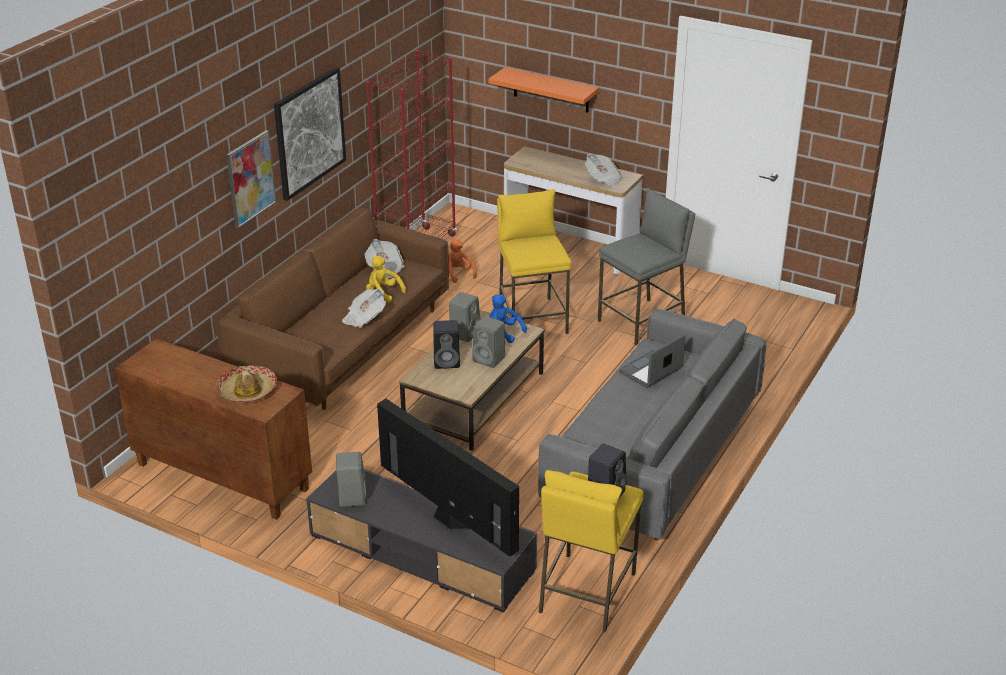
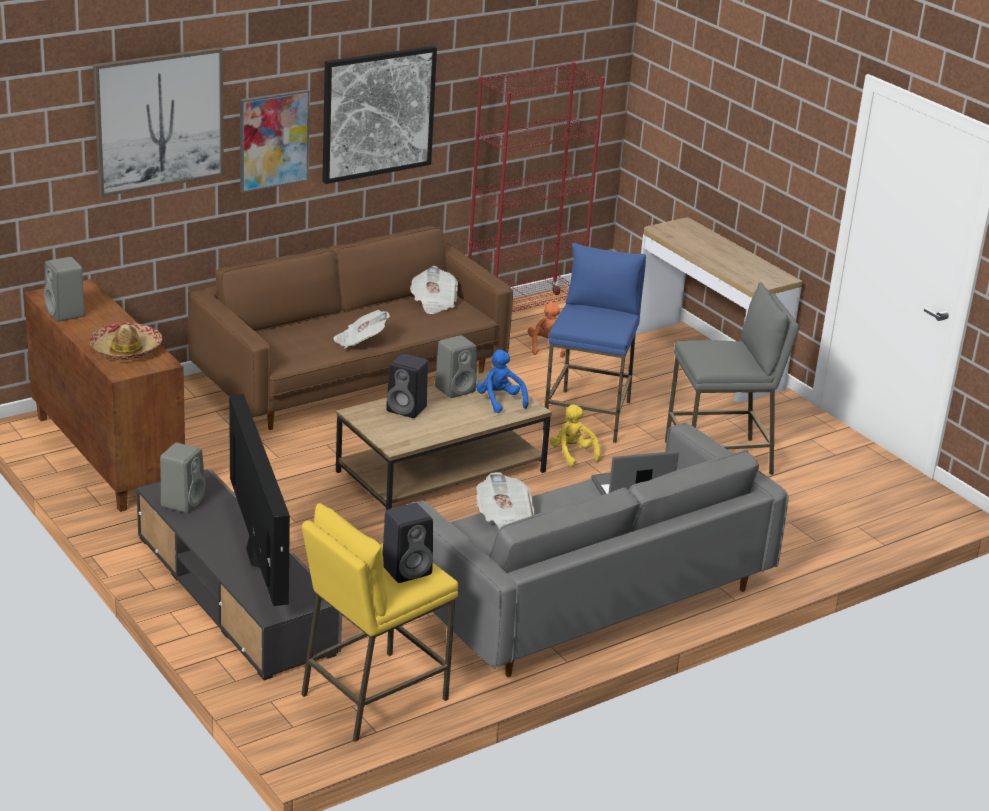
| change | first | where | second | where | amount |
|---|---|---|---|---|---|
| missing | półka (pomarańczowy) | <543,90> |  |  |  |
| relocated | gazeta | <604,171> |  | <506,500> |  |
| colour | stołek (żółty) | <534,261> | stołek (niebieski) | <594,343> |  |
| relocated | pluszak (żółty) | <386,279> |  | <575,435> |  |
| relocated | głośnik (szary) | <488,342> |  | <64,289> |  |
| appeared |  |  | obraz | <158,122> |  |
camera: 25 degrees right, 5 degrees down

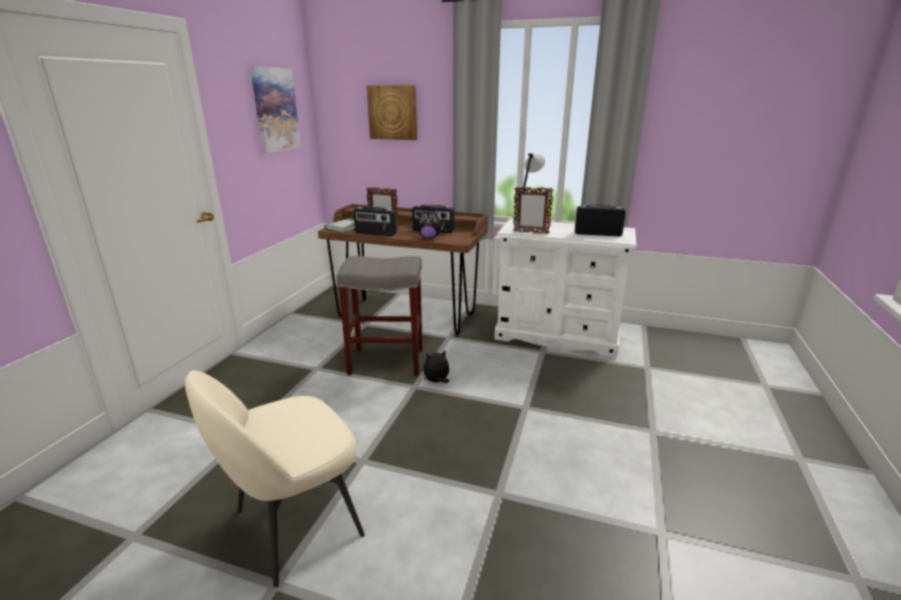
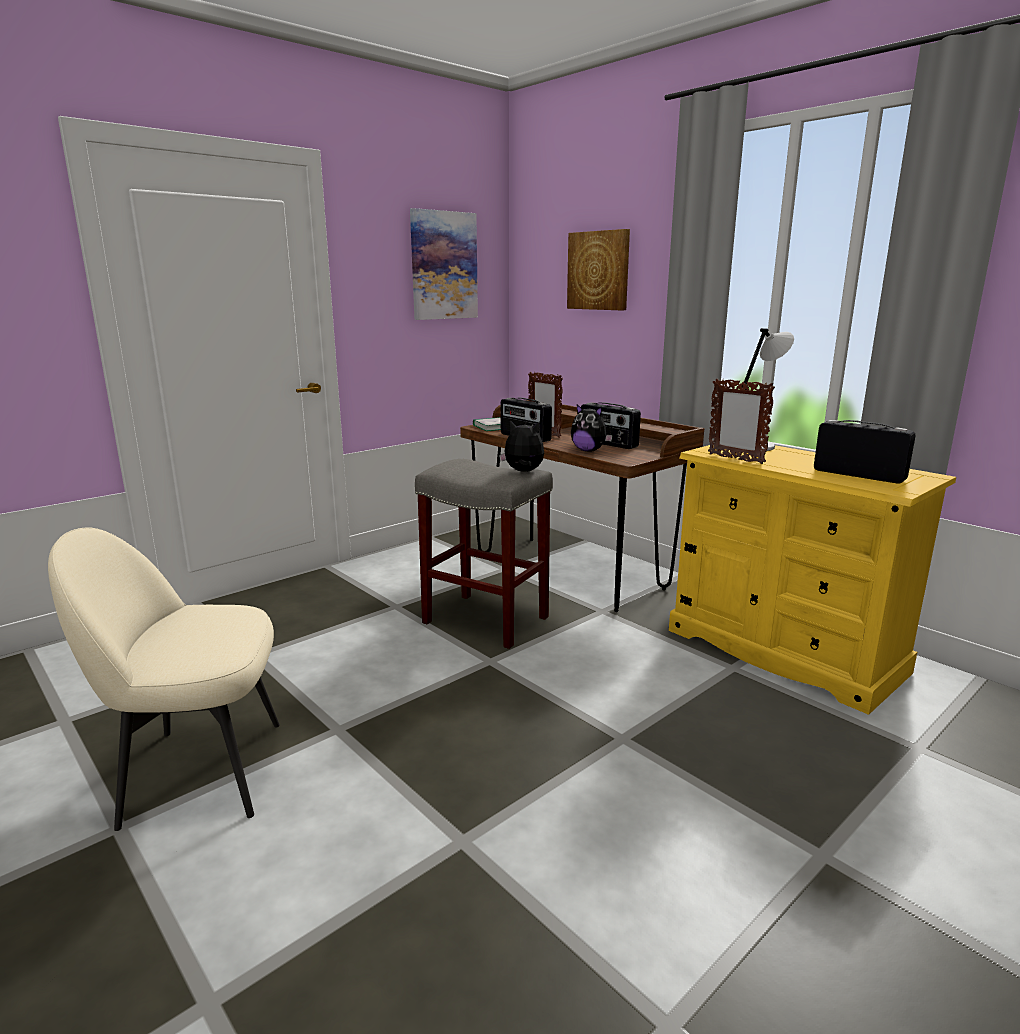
| change | first | where | second | where | amount |
|---|---|---|---|---|---|
| colour | komoda (biały) | <565,288> | komoda (żółty) | <812,580> |  |
| relocated | pluszak | <436,366> |  | <521,446> |  |
camera: 30 degrees right, 5 degrees down

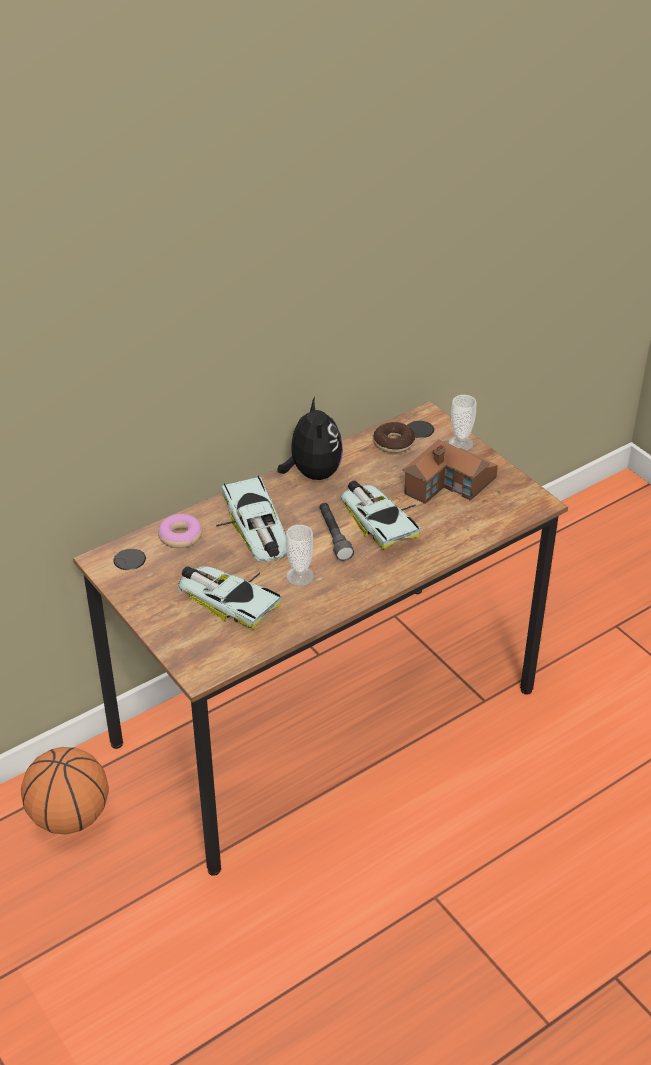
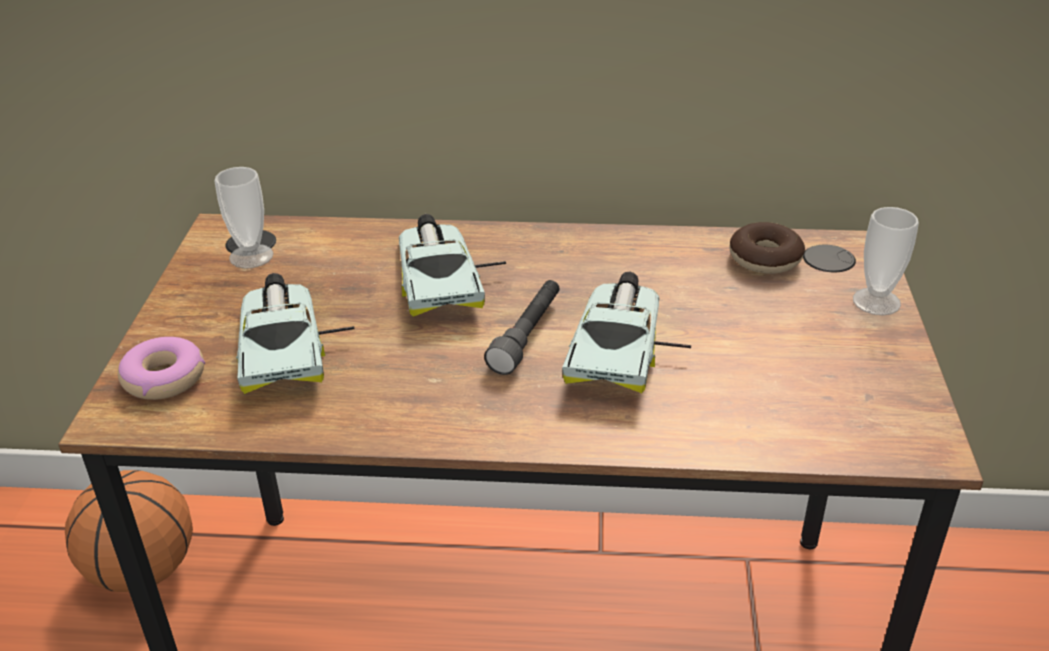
| change | first | where | second | where | amount |
|---|---|---|---|---|---|
| missing | pluszak | <310,438> |  |  |  |
| missing | domek | <450,471> |  |  |  |
| spun | samochodzik | <251,519> |  | <452,265> | 150 degrees clockwise |
| relocated | donut | <180,531> |  | <161,368> |  |
| relocated | filiżanka | <300,555> |  | <244,218> |  |
camera: 40 degrees right, 5 degrees down

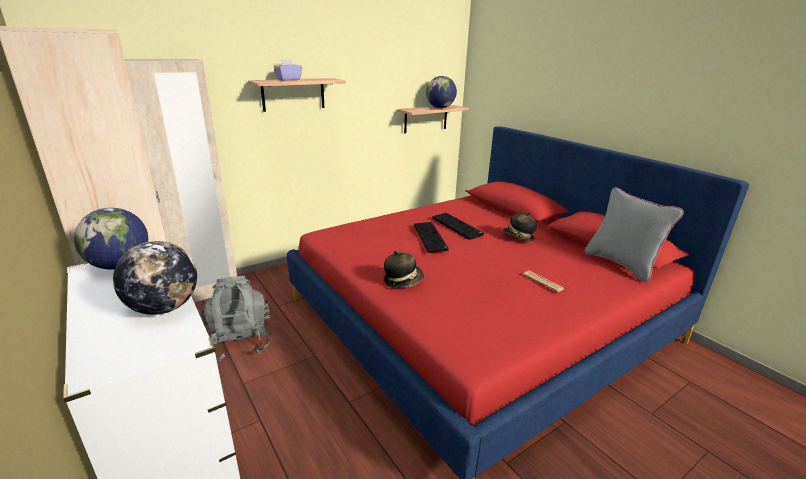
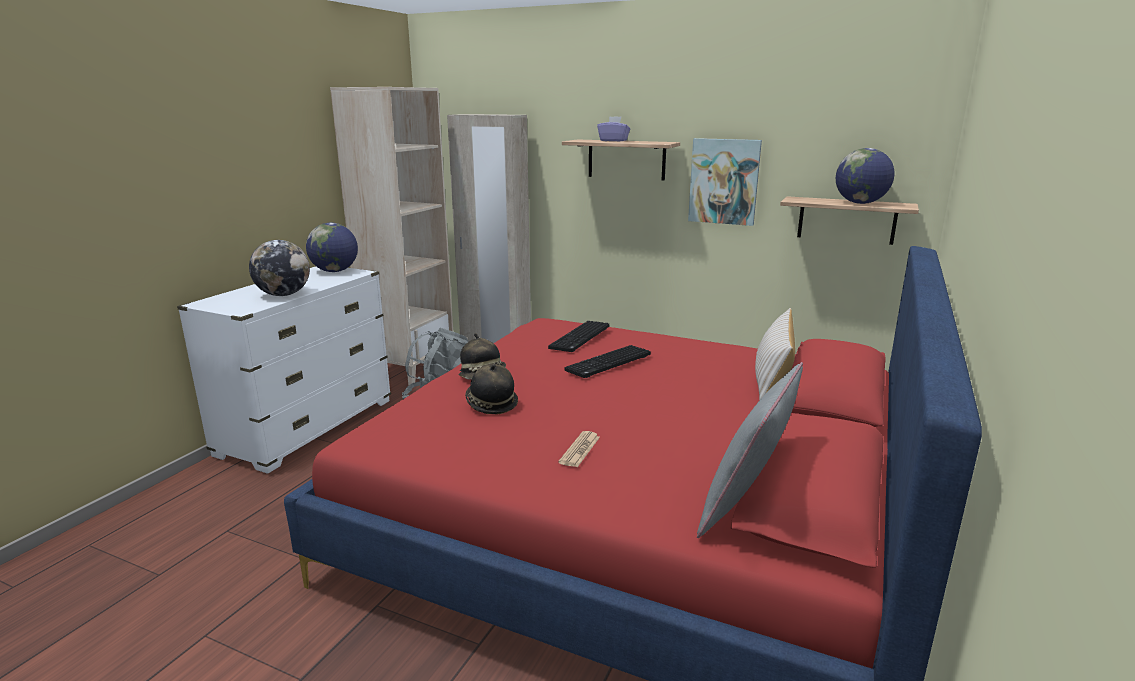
| change | first | where | second | where | amount |
|---|---|---|---|---|---|
| relocated | kapelusz | <519,226> |  | <491,389> |  |
| relocated | klawiatura | <458,226> |  | <578,336> |  |
| appeared |  |  | obraz | <725,182> |  |
| appeared |  |  | poduszka (beżowy) | <775,354> |  |
camera: 60 degrees right, 5 degrees down

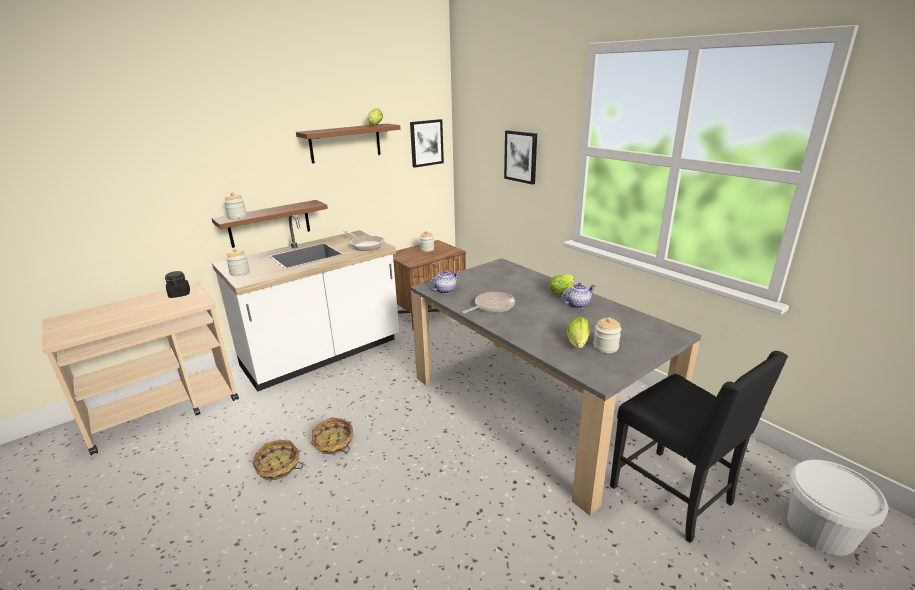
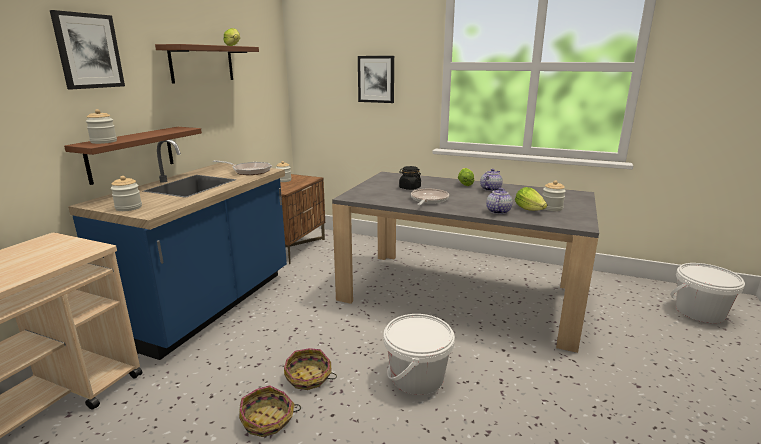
| change | first | where | second | where | amount |
|---|---|---|---|---|---|
| relocated | obraz | <427,143> |  | <87,49> |  |
| colour | zabudowa kuchenna (biały) | <305,303> | zabudowa kuchenna (niebieski) | <177,249> |  |
| relocated | imbryk | <444,282> |  | <499,201> |  |
| relocated | słoik (czarny) | <177,284> |  | <410,178> |  |
| missing | krzesło (czarny) | <699,447> |  |  |  |
| appeared |  |  | wiadro (biały) | <419,354> |  |
camera: 30 degrees left, 5 degrees down

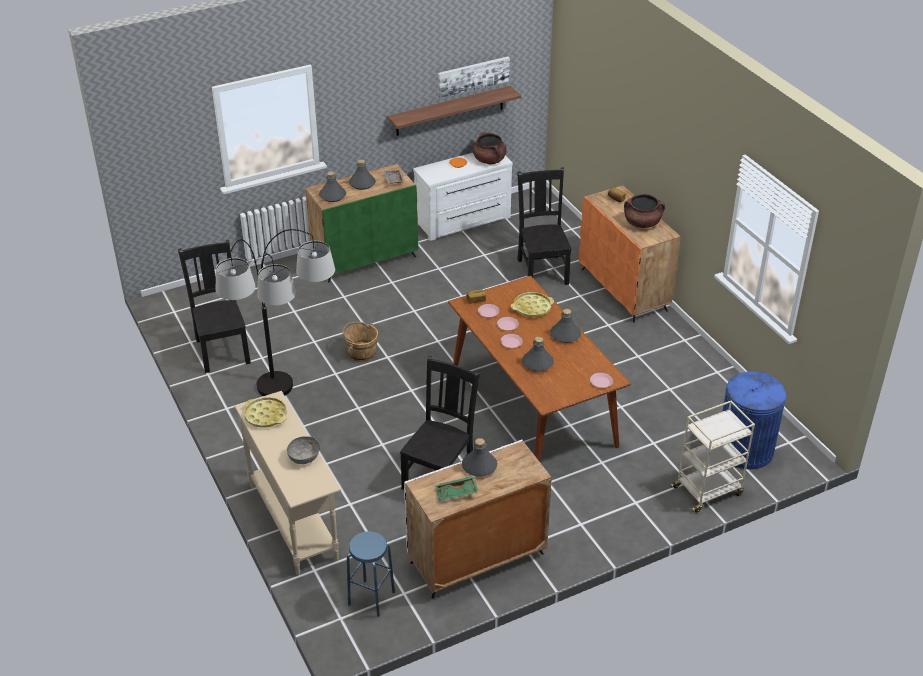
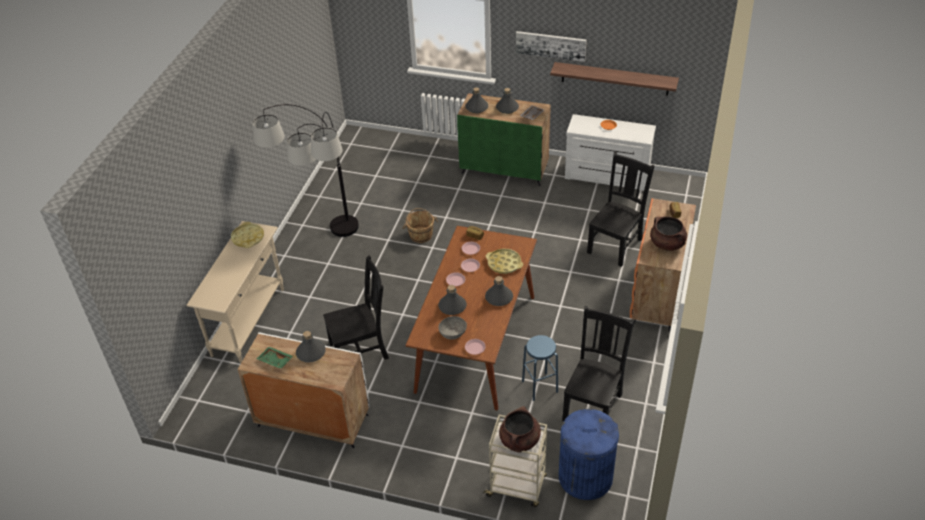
| change | first | where | second | where | amount |
|---|---|---|---|---|---|
| relocated | obraz | <474,77> |  | <551,46> |  |
| relocated | garnek (brązowy) | <489,148> |  | <520,429> |  |
| relocated | krzesło (czarny) | <214,306> |  | <598,363> |  |
| relocated | miska (szary) | <303,450> |  | <453,328> |  |
| relocated | stołek (niebieski) | <371,574> |  | <540,368> |  |
camera: 45 degrees right, 5 degrees up

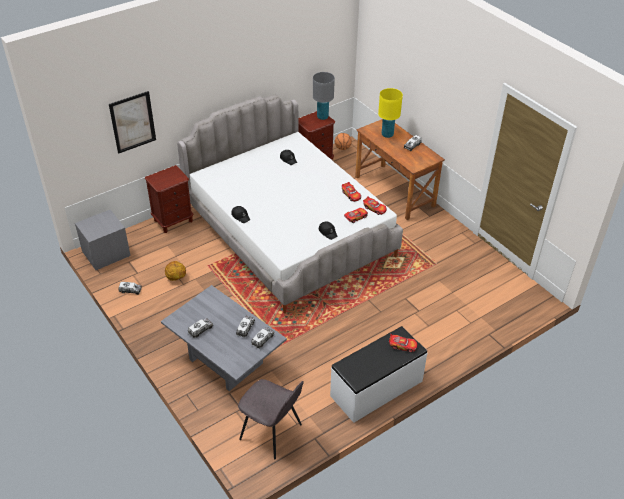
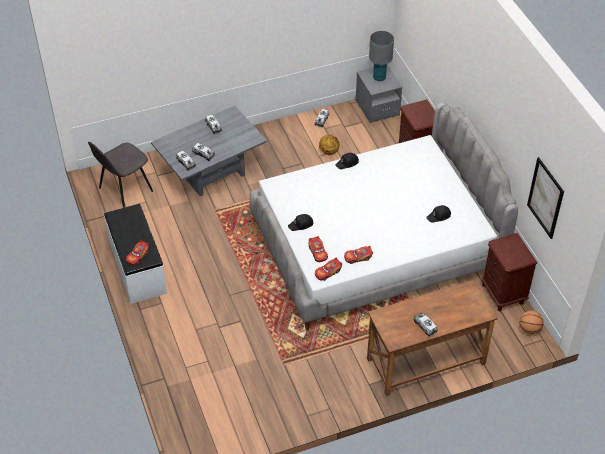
| change | first | where | second | where | amount |
|---|---|---|---|---|---|
| relocated | lampa stołowa (szary) | <324,96> |  | <381,56> |  |
| missing | lampa stołowa (żółty) | <390,113> |  |  |  |
| relocated | obraz | <132,122> |  | <545,198> |  |
camera: 105 degrees right, 5 degrees up

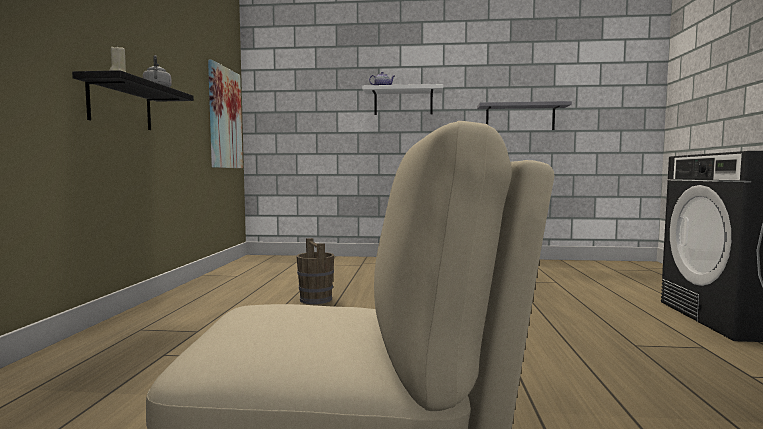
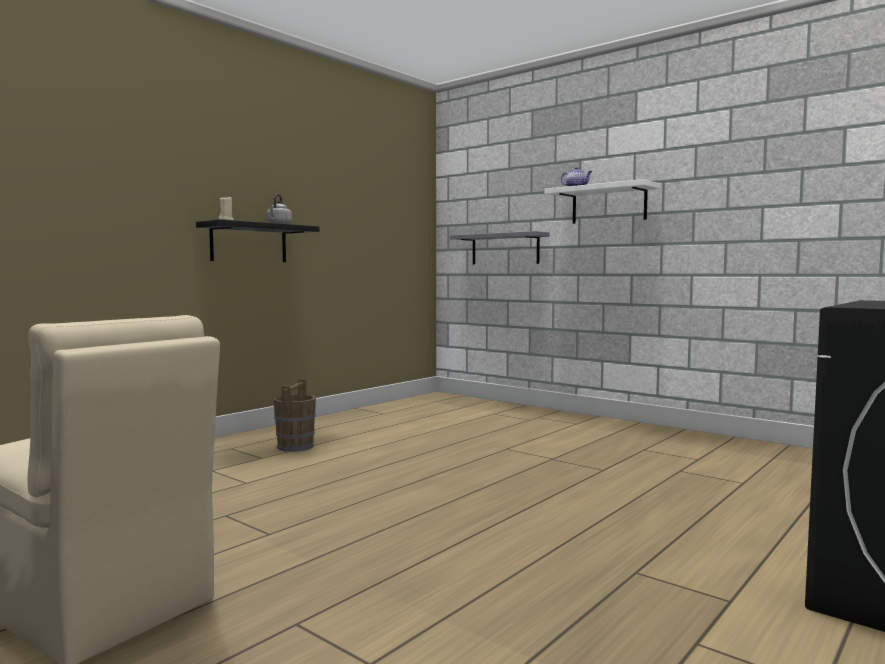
| change | first | where | second | where | amount |
|---|---|---|---|---|---|
| missing | obraz | <225,113> |  |  |  |
| relocated | półka (szary) | <524,115> |  | <500,248> |  |
| relocated | wiadro (brązowy) | <315,271> |  | <294,415> |  |
camera: 35 degrees right, 0 degrees up

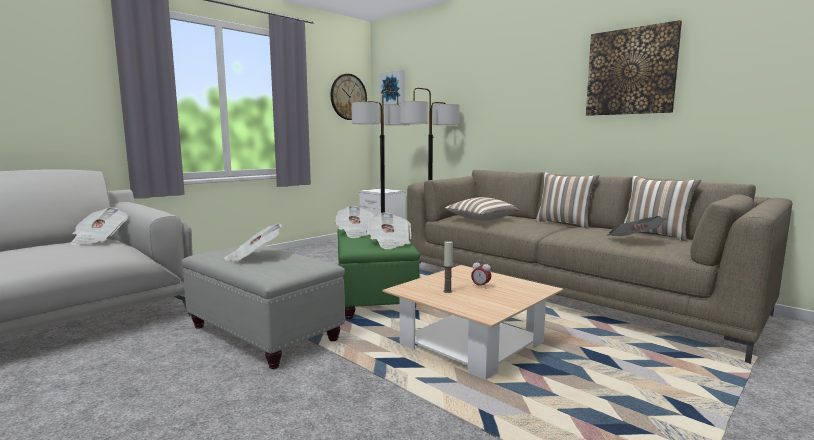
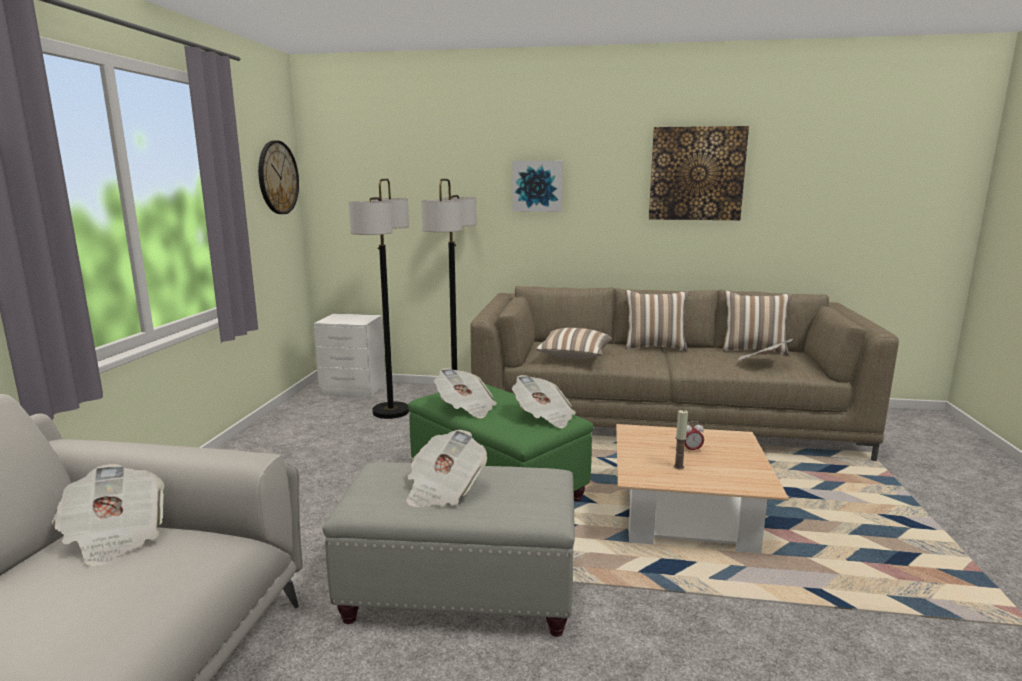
| change | first | where | second | where | amount |
|---|---|---|---|---|---|
| relocated | obraz | <392,87> |  | <538,186> |  |
camera: 35 degrees left, 5 degrees up

